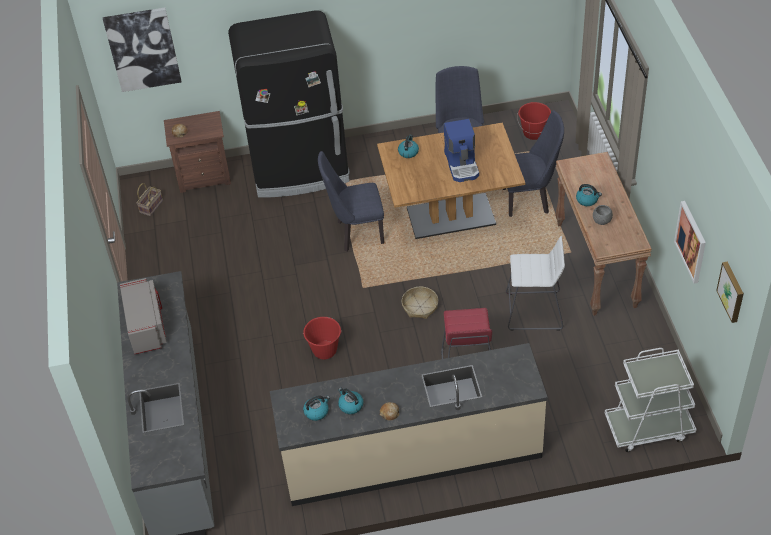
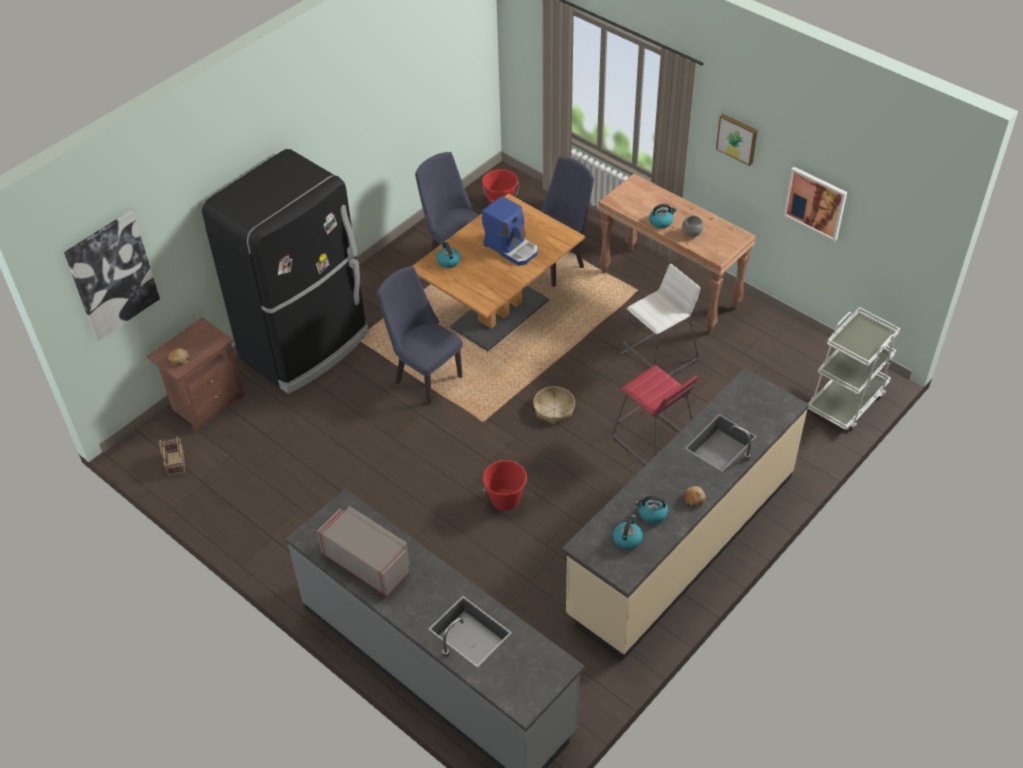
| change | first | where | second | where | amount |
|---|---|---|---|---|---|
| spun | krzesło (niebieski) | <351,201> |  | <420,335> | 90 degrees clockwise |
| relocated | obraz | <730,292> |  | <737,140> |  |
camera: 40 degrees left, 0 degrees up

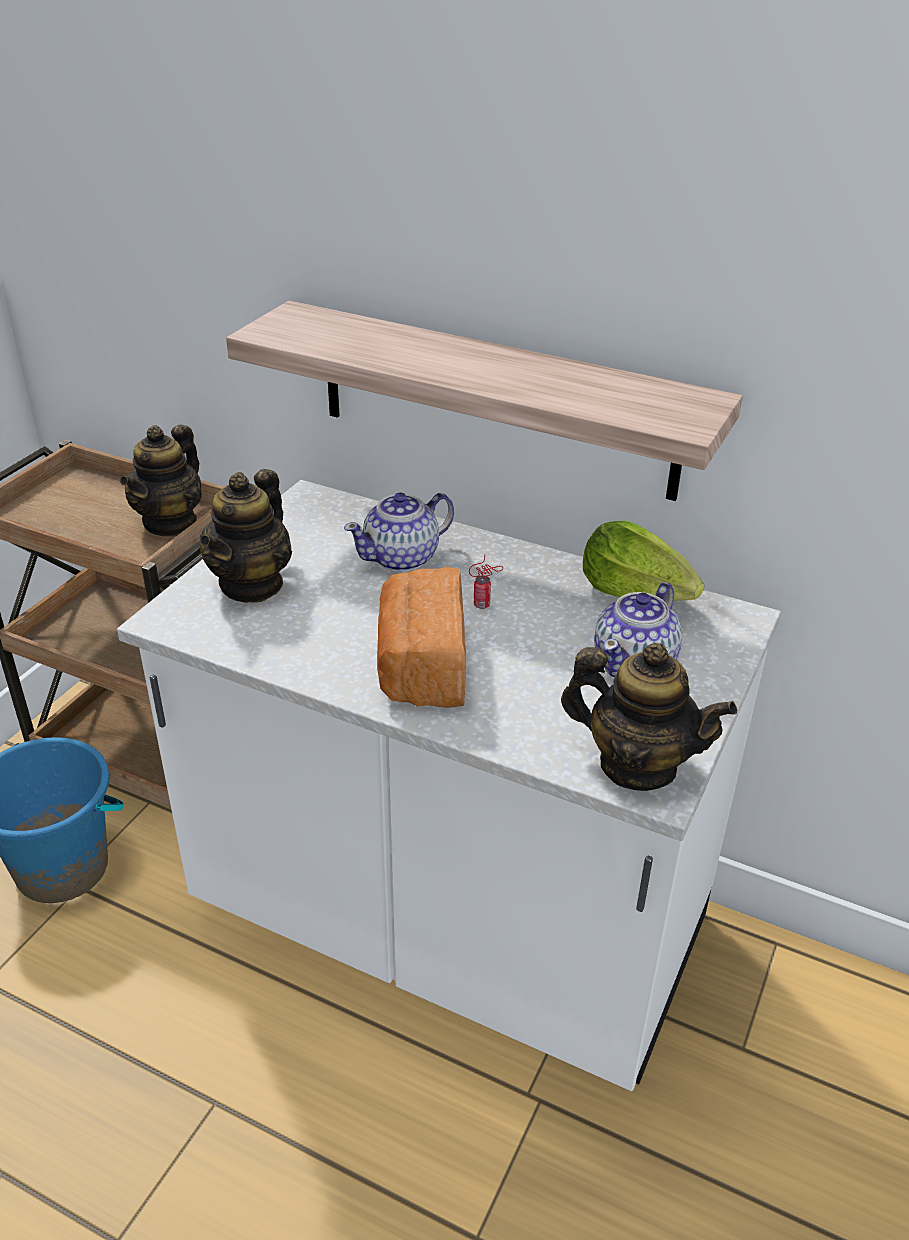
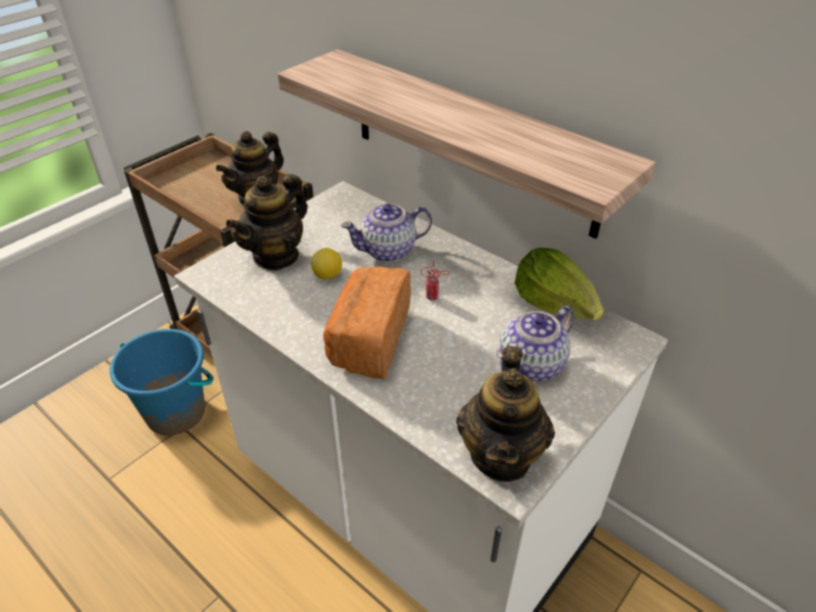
| change | first | where | second | where | amount |
|---|---|---|---|---|---|
| spun | imbryk | <649,717> |  | <505,414> | 60 degrees clockwise |
| appeared |  |  | cytryna | <326,263> |  |
camera: 15 degrees right, 5 degrees up

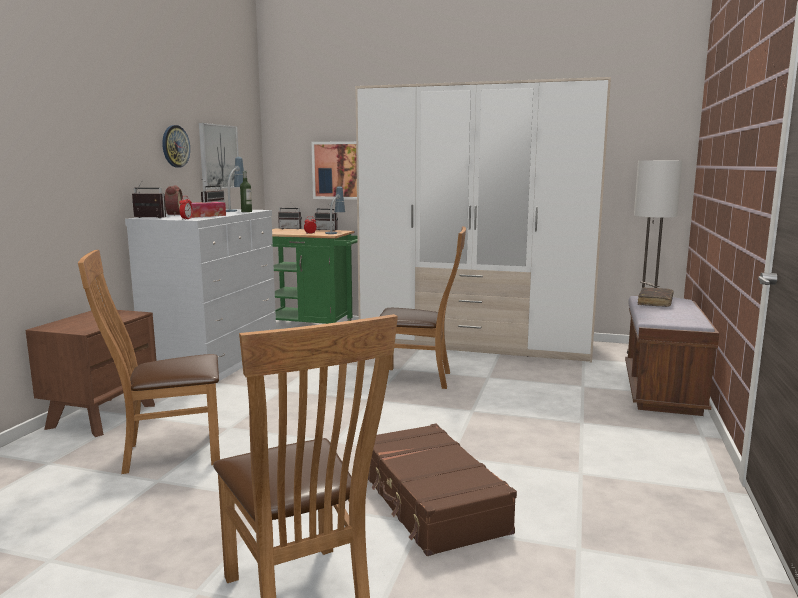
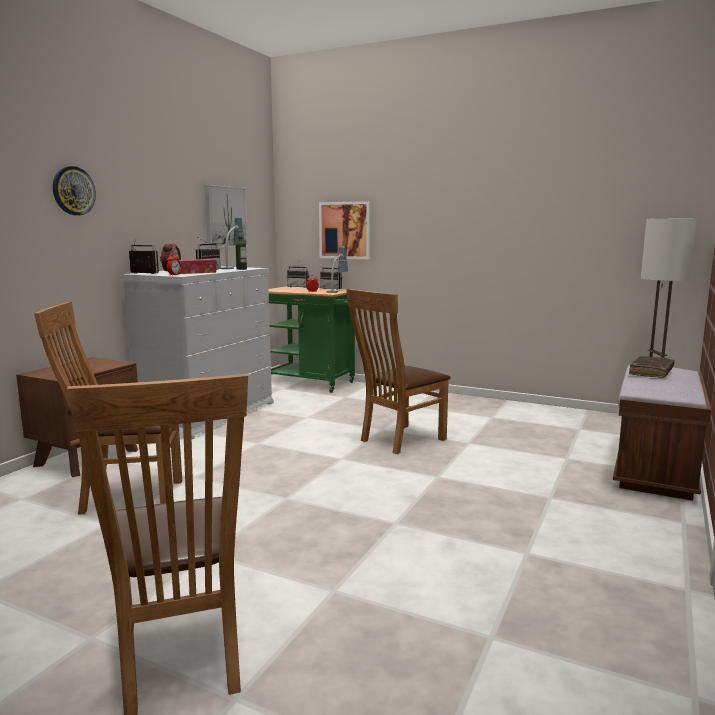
| change | first | where | second | where | amount |
|---|---|---|---|---|---|
| missing | szafa | <483,220> |  |  |  |
| relocated | zegar ścienny | <176,146> |  | <74,190> |  |
| spun | krzesło (brązowy) | <423,307> |  | <398,371> | 120 degrees clockwise |
| missing | walizka (brązowy) | <442,490> |  |  |  |
camera: 10 degrees right, 0 degrees up

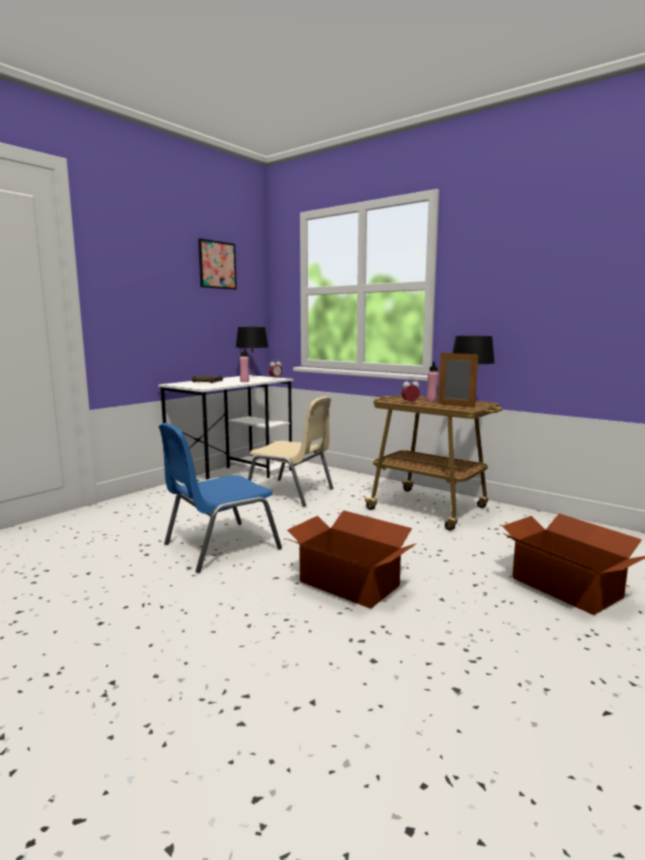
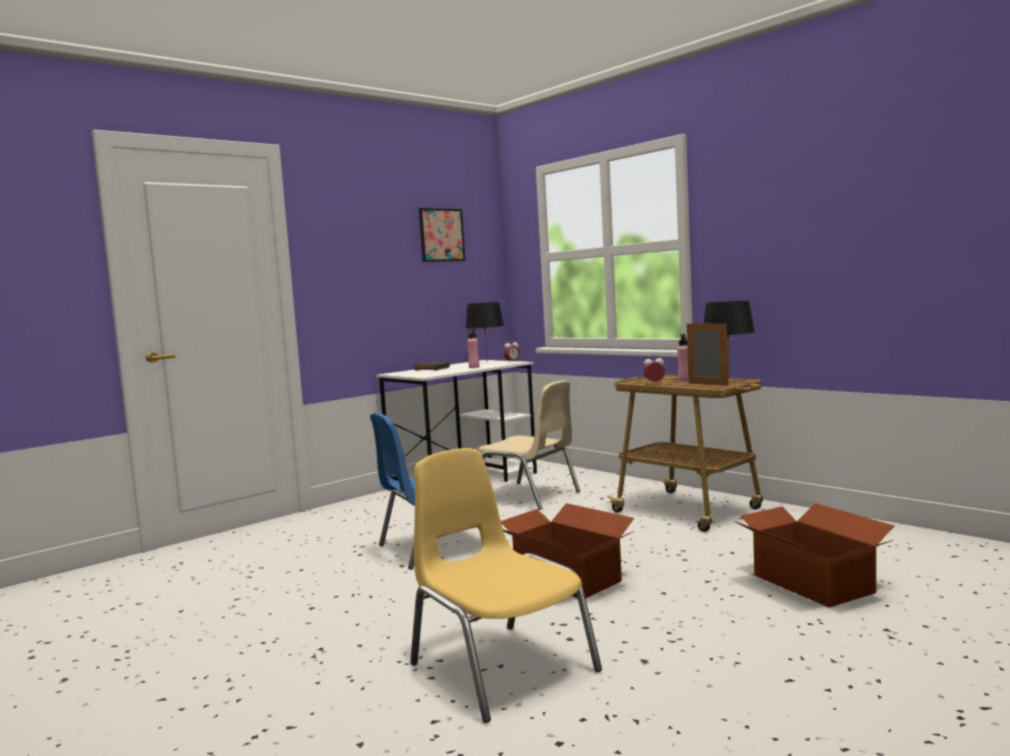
| change | first | where | second | where | amount |
|---|---|---|---|---|---|
| appeared |  |  | krzesło (żółty) | <506,585> |  |
camera: 10 degrees right, 5 degrees down

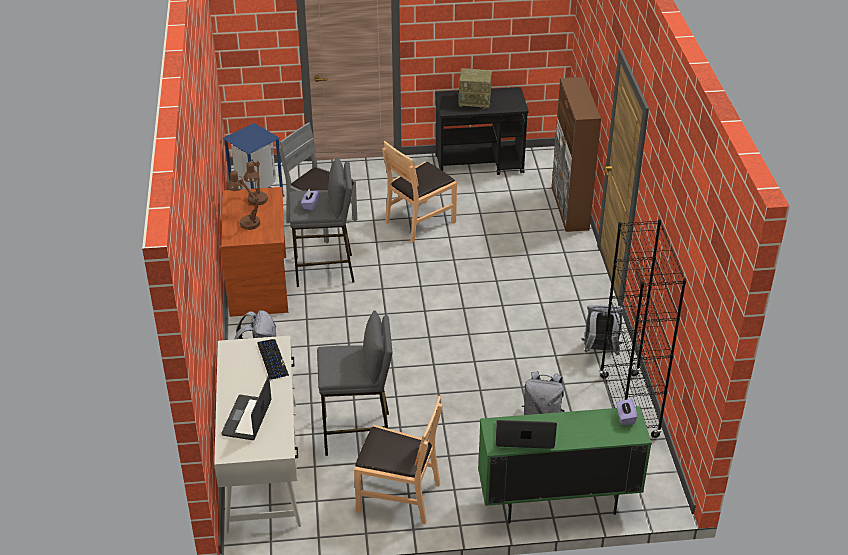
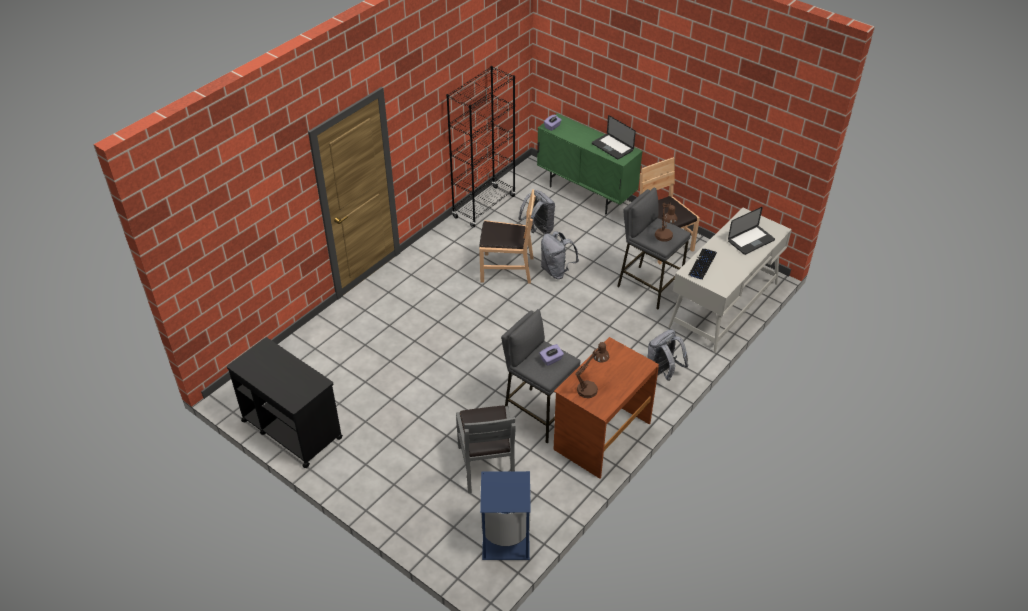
| change | first | where | second | where | amount |
|---|---|---|---|---|---|
| missing | radio | <475,88> |  |  |  |
| missing | szafka (brązowy) | <576,154> |  |  |  |
| relocated | krzesło (brązowy) | <419,192> |  | <507,236> |  |
| relocated | lampa stołowa (brązowy) | <243,200> |  | <666,222> |  |
| relocated | plecak (szary) | <602,330> |  | <560,255> |  |
camera: 135 degrees left, 5 degrees up

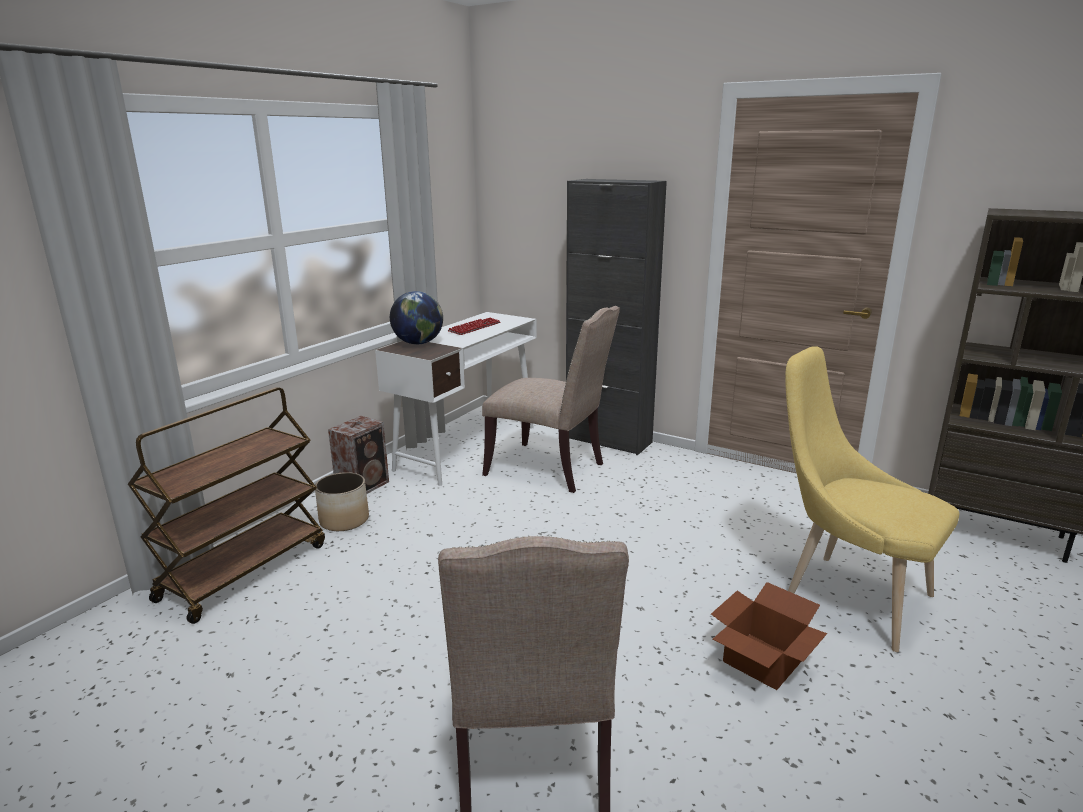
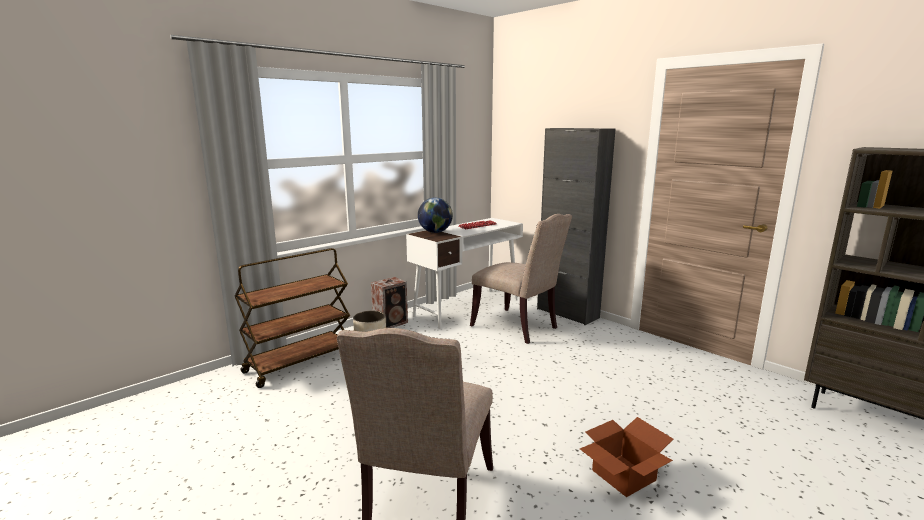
| change | first | where | second | where | amount |
|---|---|---|---|---|---|
| missing | krzesło (żółty) | <872,499> |  |  |  |
camera: 15 degrees right, 5 degrees down

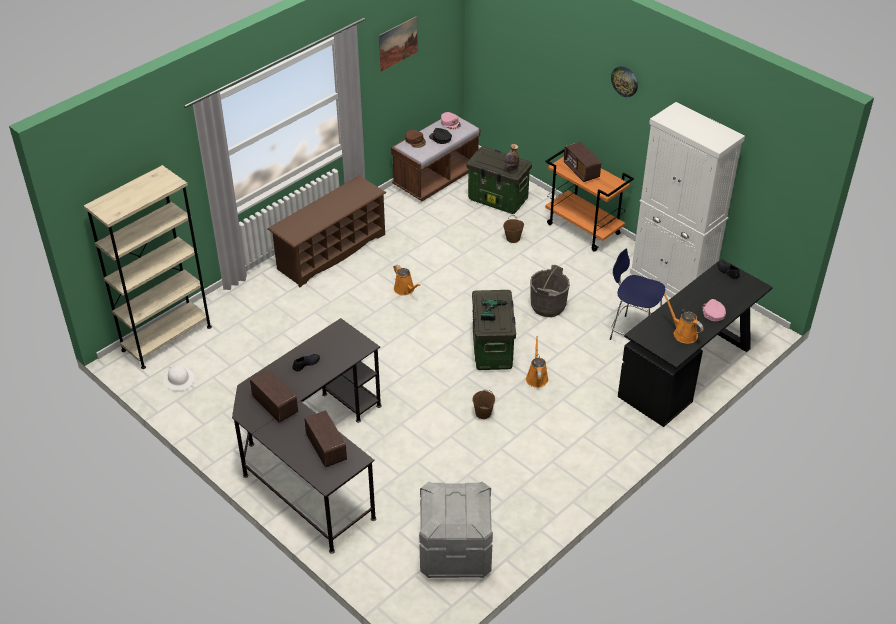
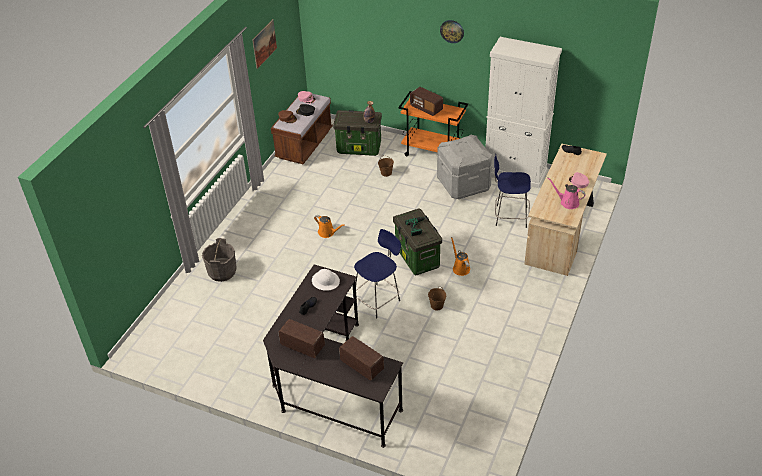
| change | first | where | second | where | amount |
|---|---|---|---|---|---|
| missing | regał (beżowy) | <148,267> |  |  |  |
| missing | regał na buty (brązowy) | <326,231> |  |  |  |
| colour | biurko (czarny) | <695,343> | biurko (beżowy) | <565,210> |  |
| relocated | wiadro (szary) | <550,291> |  | <219,260> |  |
| colour | konewka (pomarańczowy) | <683,319> | konewka (różowy) | <567,193> |  |
| relocated | kask (biały) | <178,378> |  | <326,280> |  |
| relocated | pojemnik do przechowywania (szary) | <456,530> |  | <465,167> |  |
| appeared |  |  | stołek (niebieski) | <377,274> |  |
camera: 20 degrees left, 0 degrees up

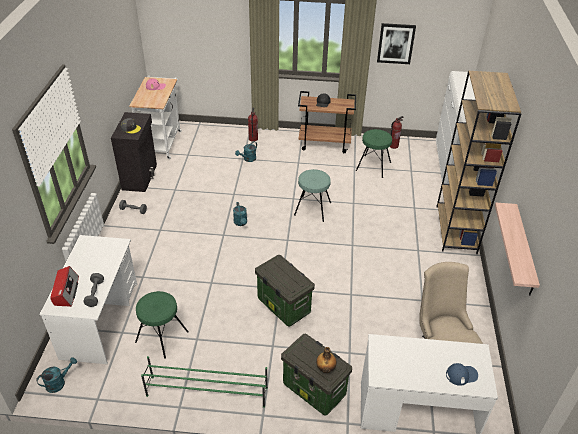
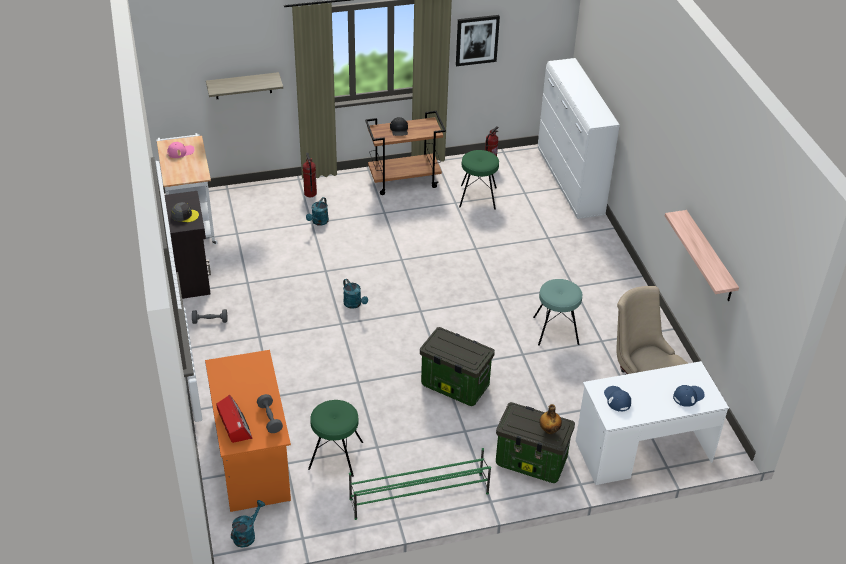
| change | first | where | second | where | amount |
|---|---|---|---|---|---|
| missing | regał (brązowy) | <478,162> |  |  |  |
| relocated | stołek (turkusowy) | <312,195> |  | <557,312> |  |
| colour | biurko (biały) | <88,299> | biurko (pomarańczowy) | <248,431> |  |
| appeared |  |  | półka | <244,85> |  |
| appeared |  |  | czapka z daszkiem (niebieski) | <617,399> |  |
camera: 20 degrees left, 0 degrees up

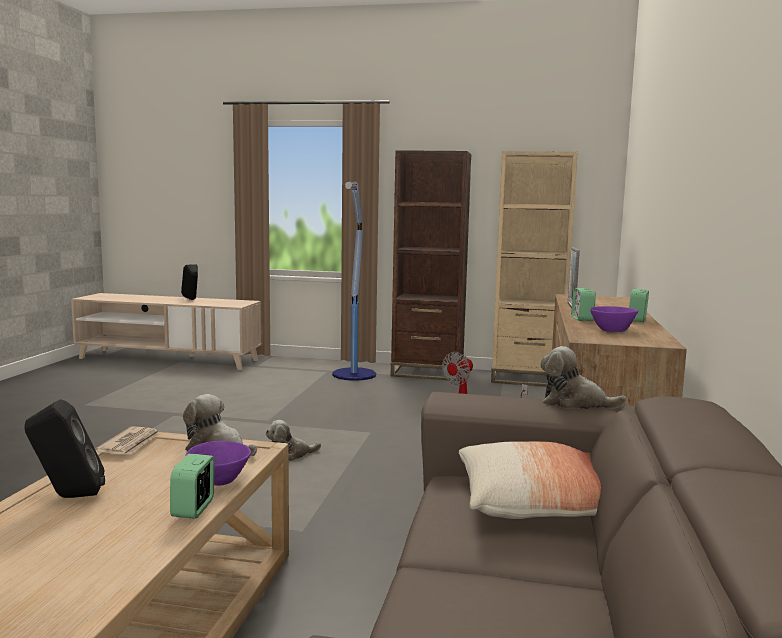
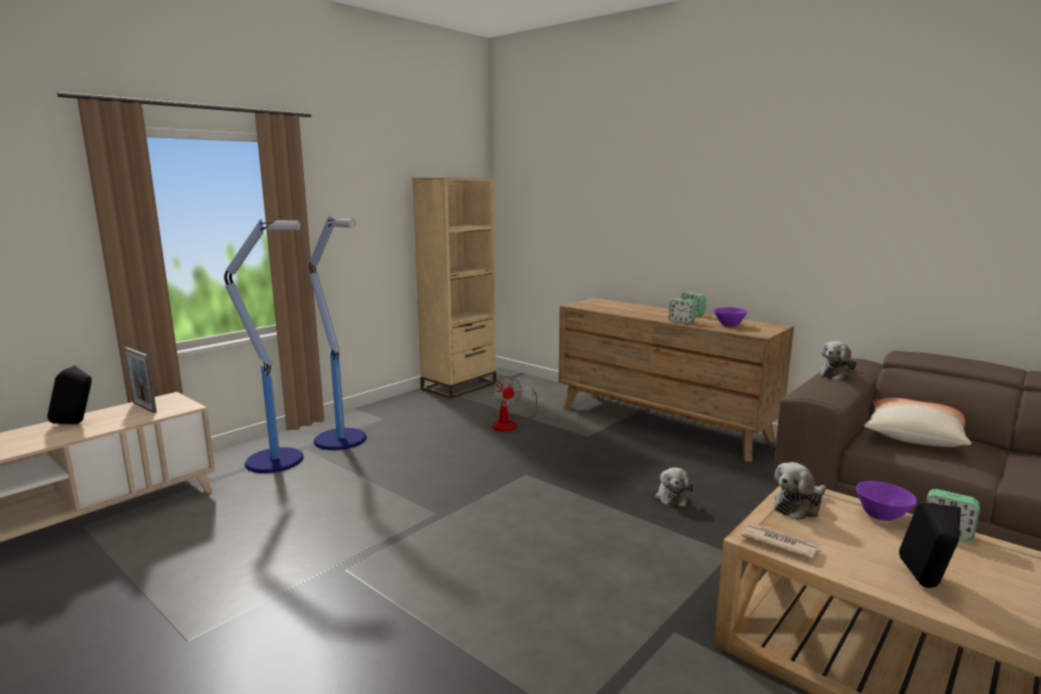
| change | first | where | second | where | amount |
|---|---|---|---|---|---|
| missing | regał (brązowy) | <431,265> |  |  |  |
| relocated | ramka na zdjęcie | <574,278> |  | <140,380> |  |
| relocated | pluszak | <293,440> |  | <674,486> |  |
| appeared |  |  | lampa stojąca | <264,346> |  |
camera: 60 degrees left, 5 degrees up

